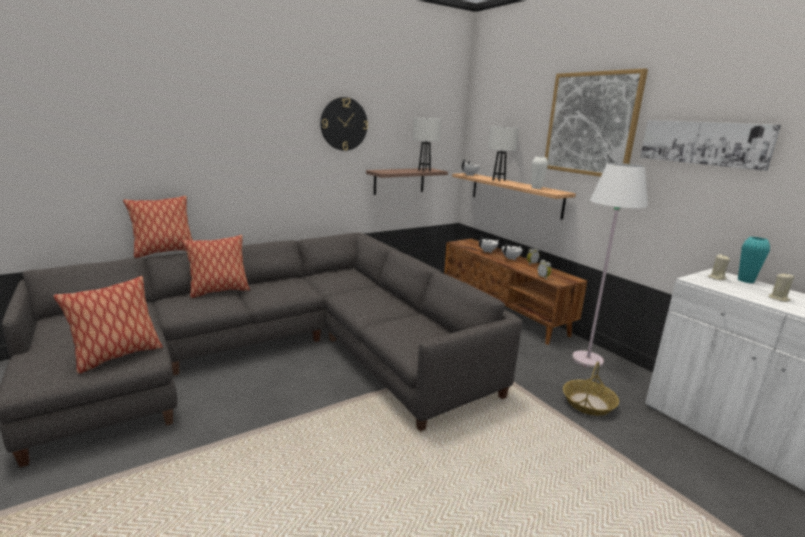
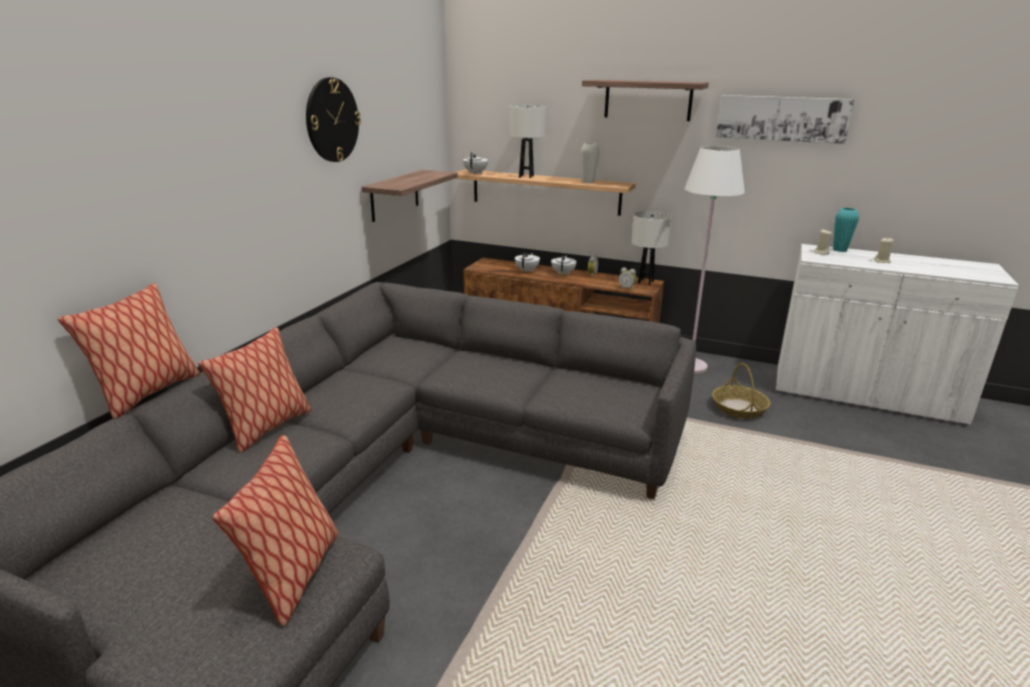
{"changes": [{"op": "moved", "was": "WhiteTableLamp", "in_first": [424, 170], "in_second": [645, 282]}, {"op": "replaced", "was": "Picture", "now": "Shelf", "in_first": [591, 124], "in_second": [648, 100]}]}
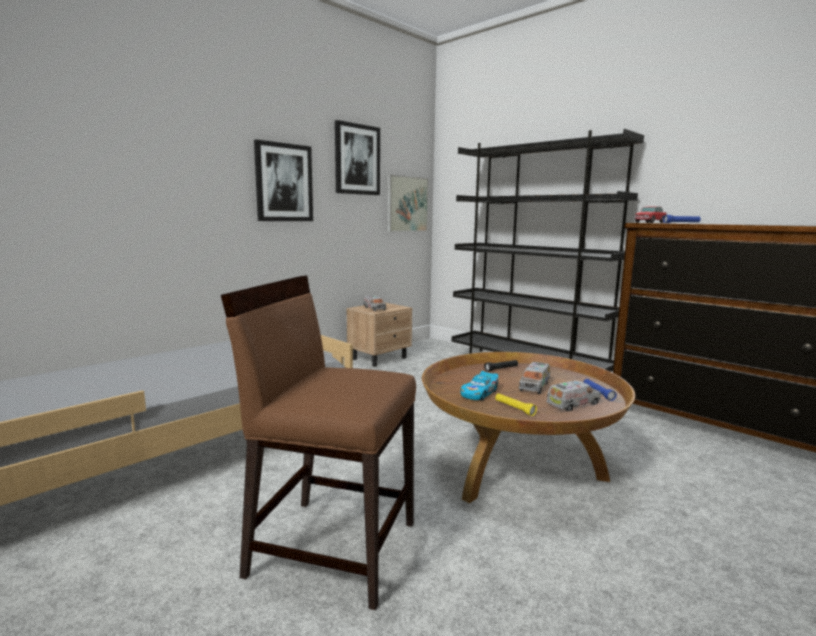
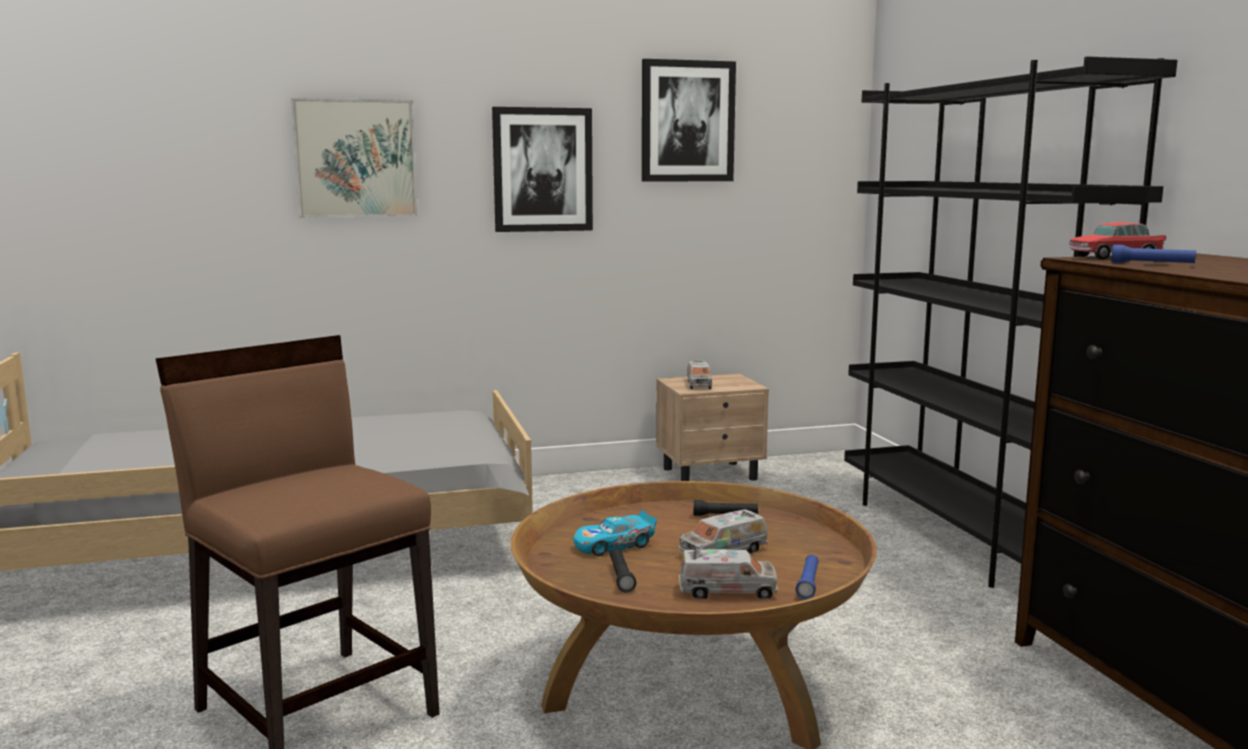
{"changes": [{"op": "moved", "was": "Picture", "in_first": [407, 204], "in_second": [356, 158]}, {"op": "recoloured", "was": "YellowFlashlight", "now": "BlackFlashlight", "in_first": [514, 408], "in_second": [621, 577]}]}
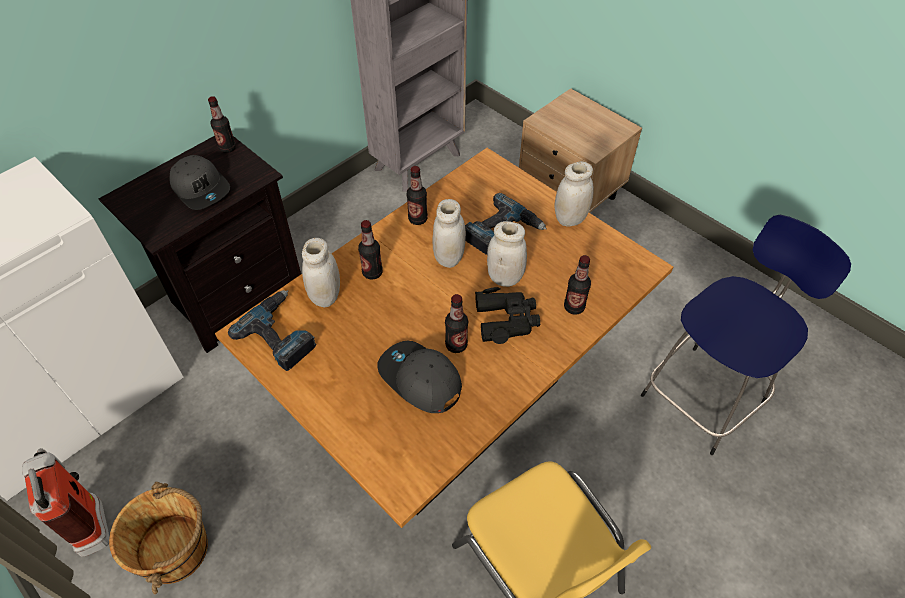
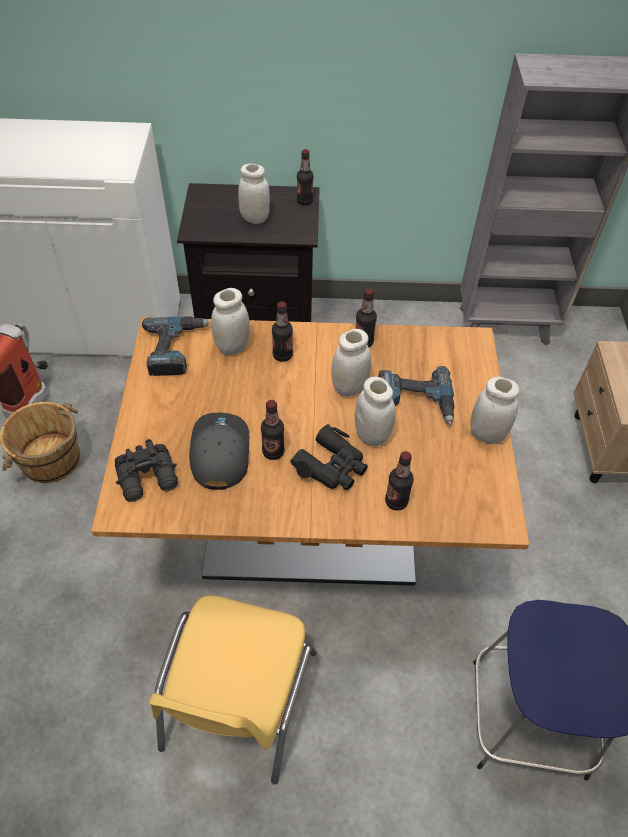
{"changes": [{"op": "replaced", "was": "GreyCap", "now": "WhiteJar", "in_first": [202, 188], "in_second": [255, 218]}, {"op": "added", "now": "BlackBinoculars", "in_second": [149, 478]}]}
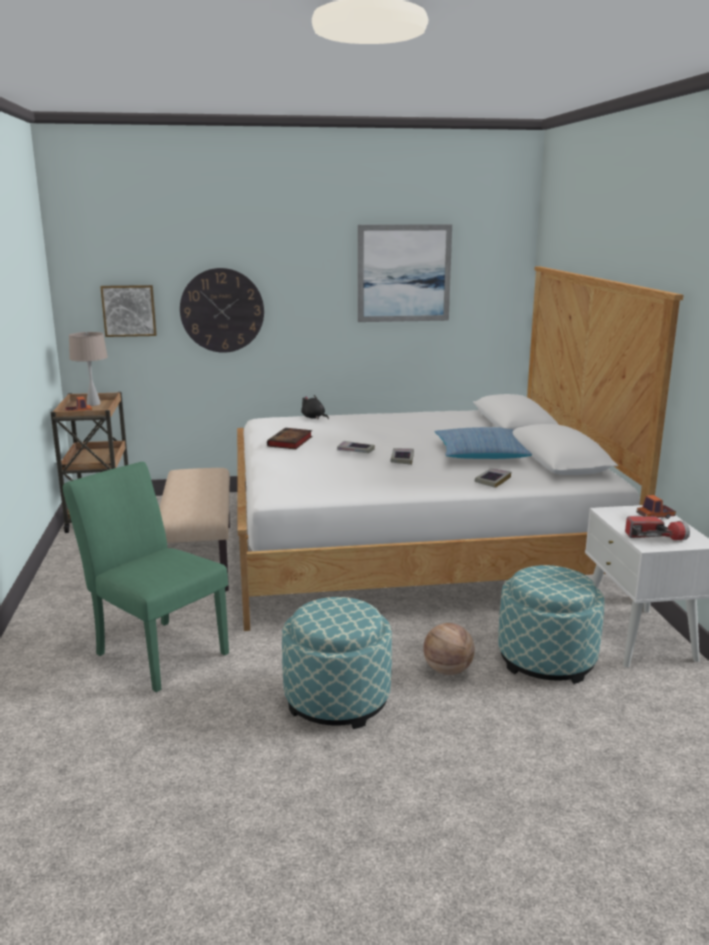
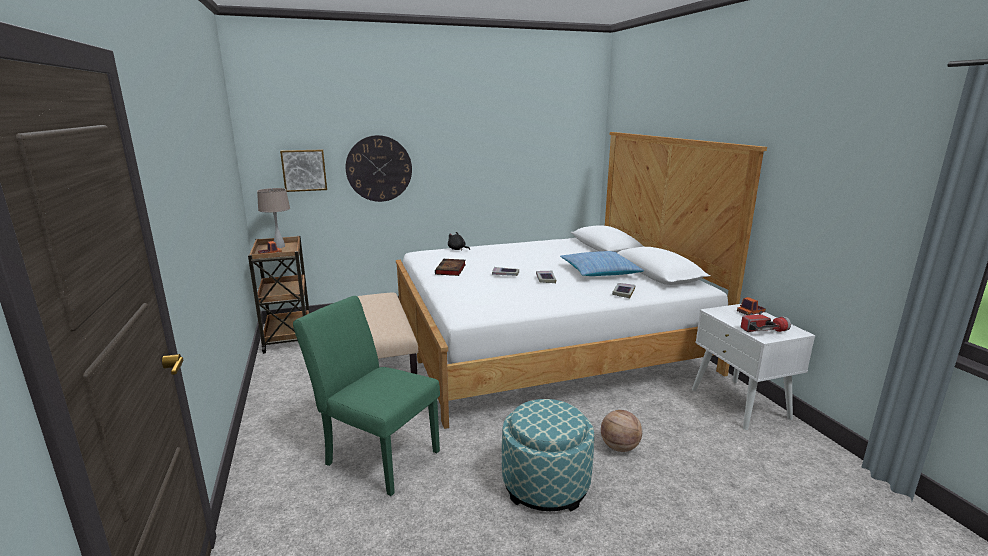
{"changes": [{"op": "removed", "was": "Picture", "in_first": [404, 273]}, {"op": "removed", "was": "Ottoman", "in_first": [546, 659]}]}
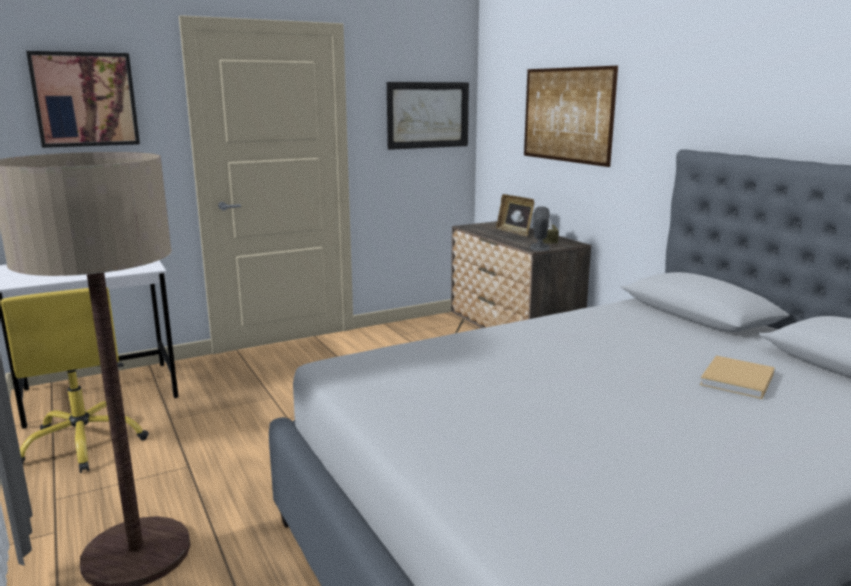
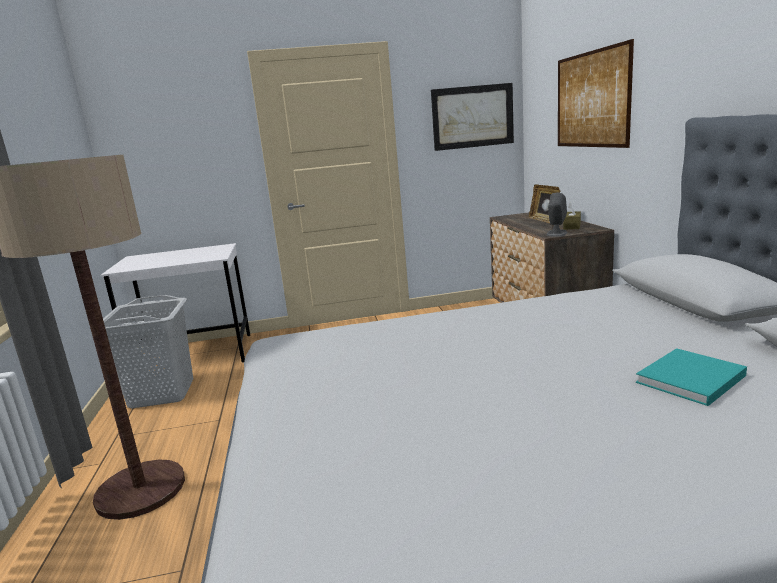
{"changes": [{"op": "replaced", "was": "YellowOfficeChair", "now": "GreyLaundryBasket", "in_first": [84, 443], "in_second": [161, 394]}, {"op": "removed", "was": "Picture", "in_first": [85, 99]}, {"op": "recoloured", "was": "BeigeBook", "now": "TurquoiseBook", "in_first": [736, 380], "in_second": [689, 380]}]}
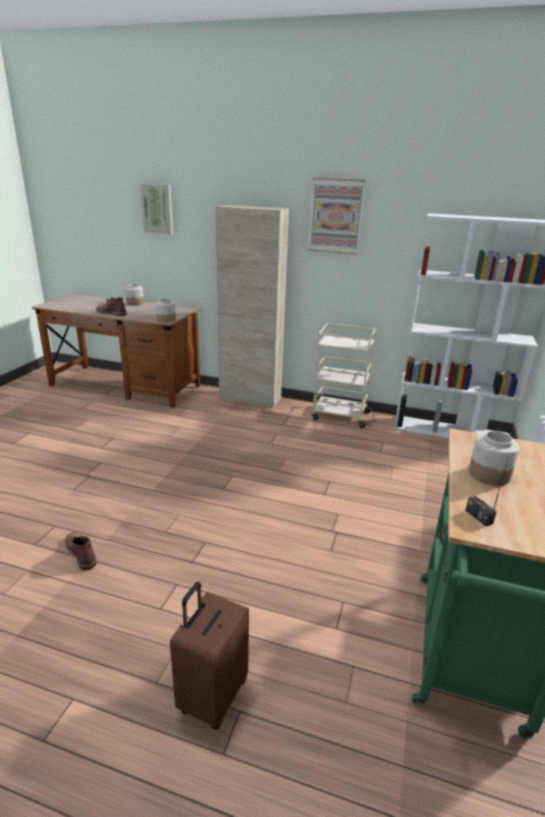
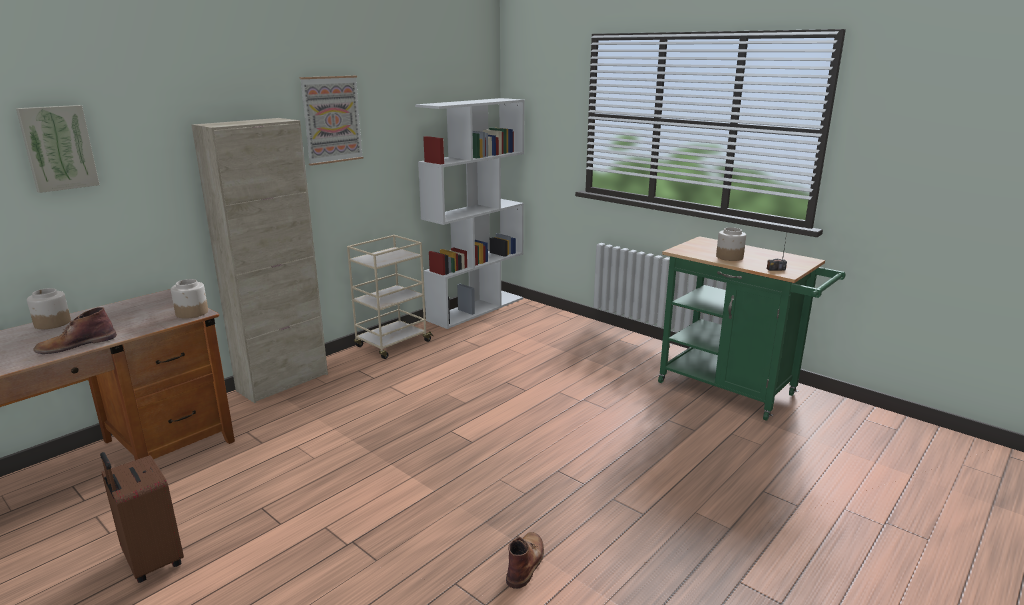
{"changes": [{"op": "turned", "was": "BrownBoot", "in_first": [81, 552], "in_second": [525, 562], "clockwise": 120}, {"op": "moved", "was": "BrownSuitcase", "in_first": [212, 696], "in_second": [151, 561]}]}
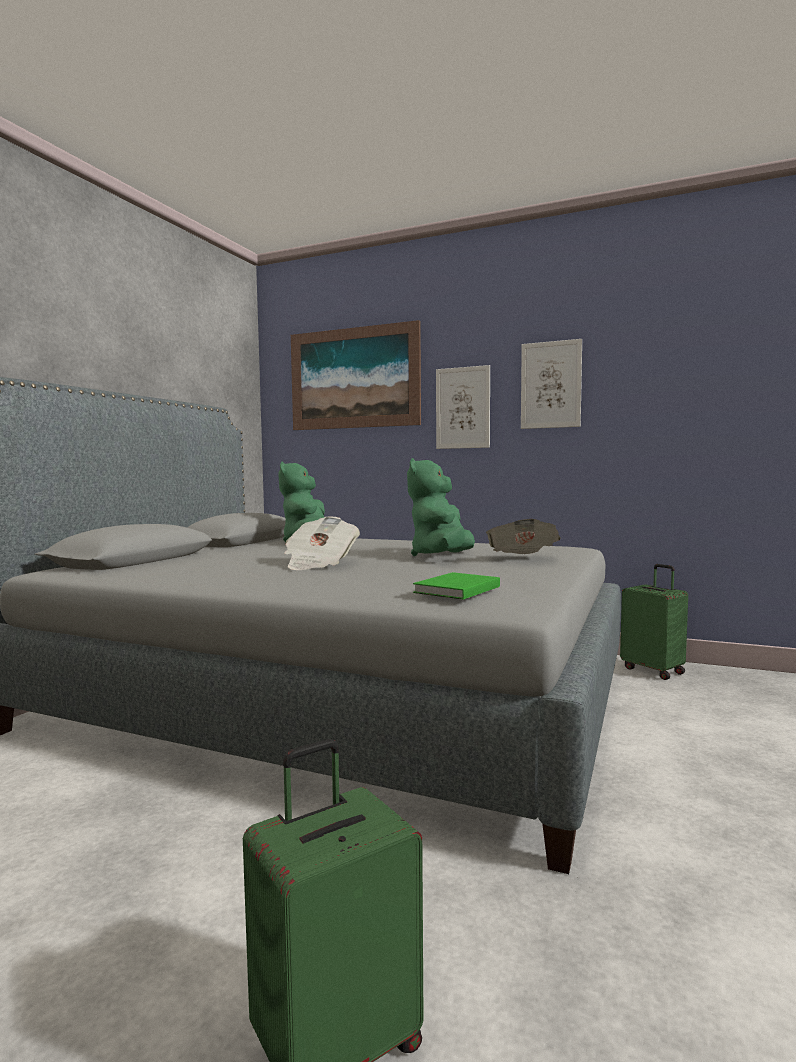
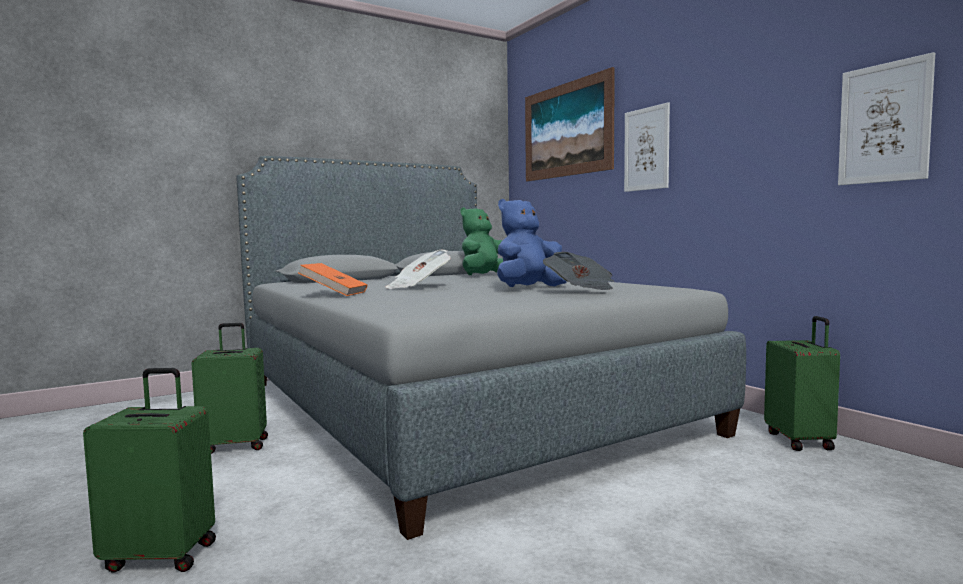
{"changes": [{"op": "recoloured", "was": "GreenPlushToy", "now": "BluePlushToy", "in_first": [441, 557], "in_second": [529, 288]}, {"op": "removed", "was": "GreenBook", "in_first": [455, 590]}, {"op": "moved", "was": "Picture", "in_first": [551, 385], "in_second": [884, 123]}, {"op": "added", "now": "GreenSuitcase", "in_second": [235, 445]}, {"op": "added", "now": "OrangeBook", "in_second": [334, 294]}]}
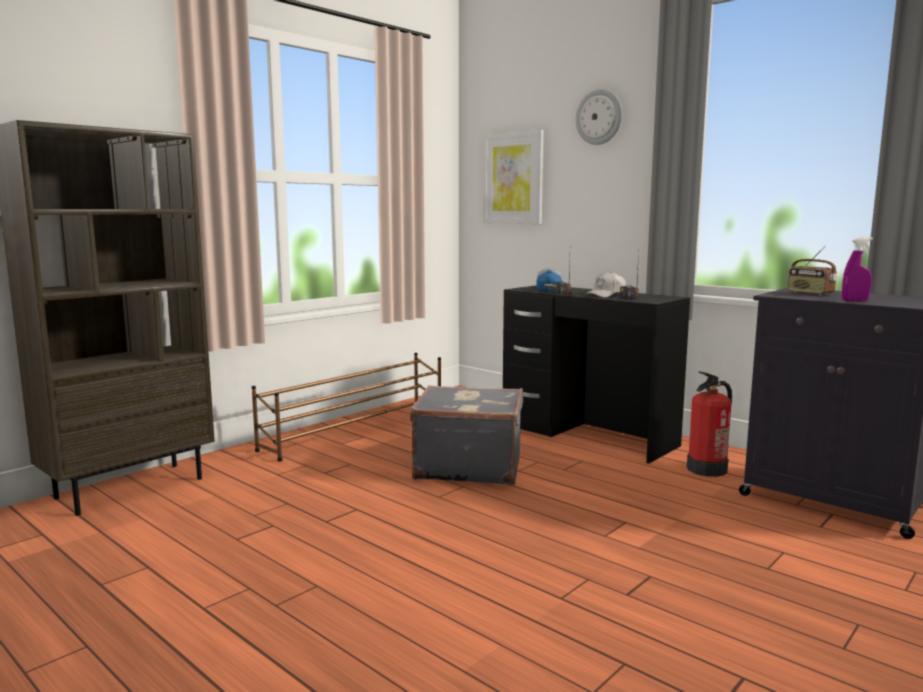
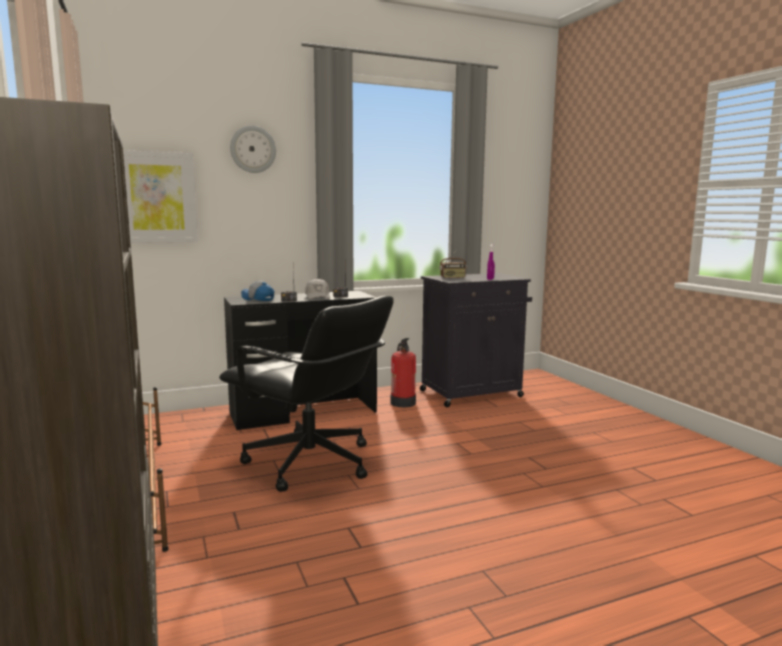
{"changes": [{"op": "replaced", "was": "GreySuitcase", "now": "BlackOfficeChair", "in_first": [468, 466], "in_second": [310, 464]}]}
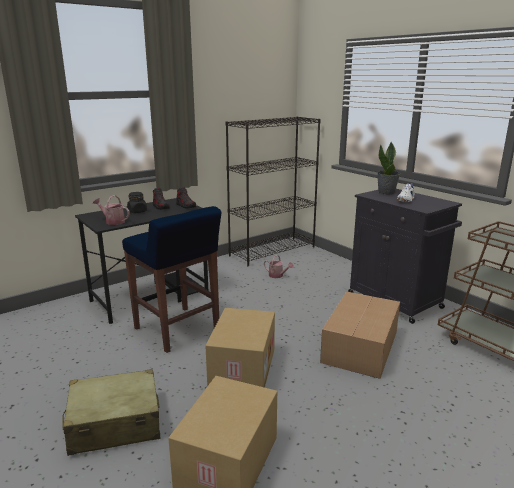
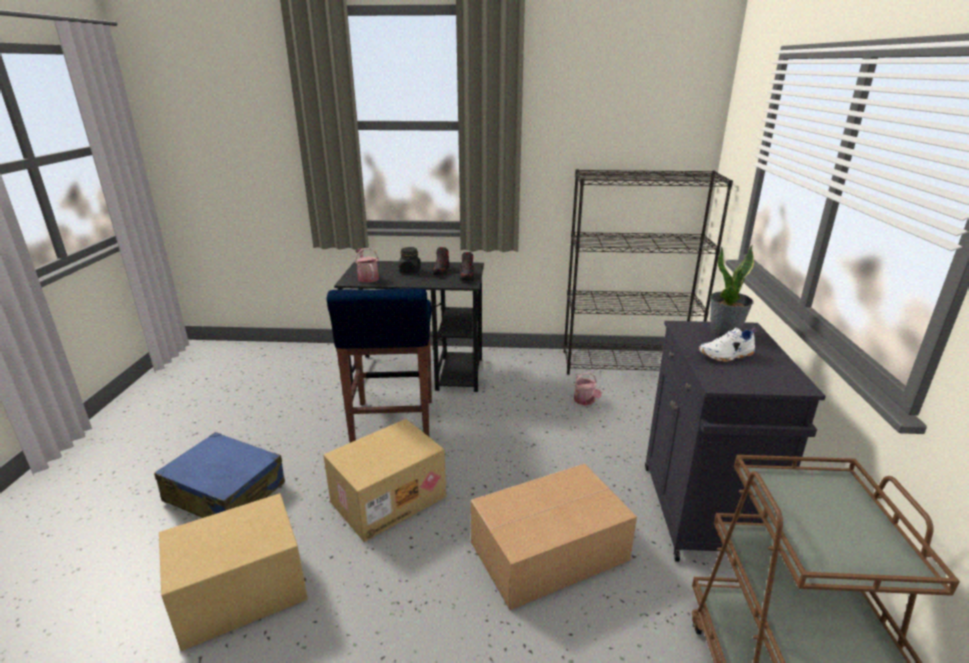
{"changes": [{"op": "recoloured", "was": "BeigeSuitcase", "now": "BlueSuitcase", "in_first": [114, 423], "in_second": [225, 492]}]}
